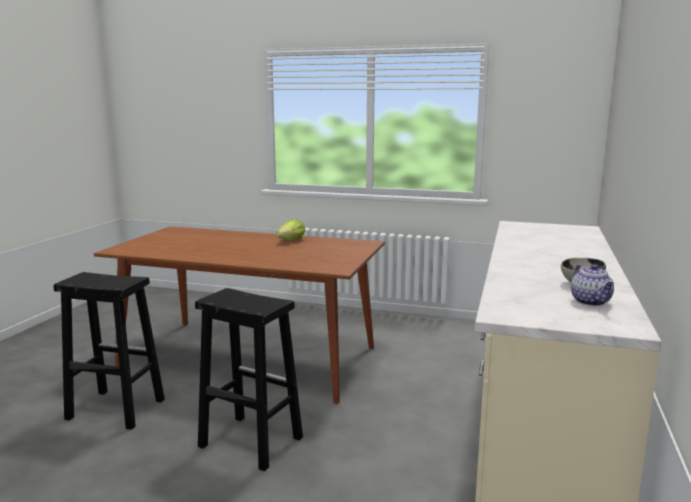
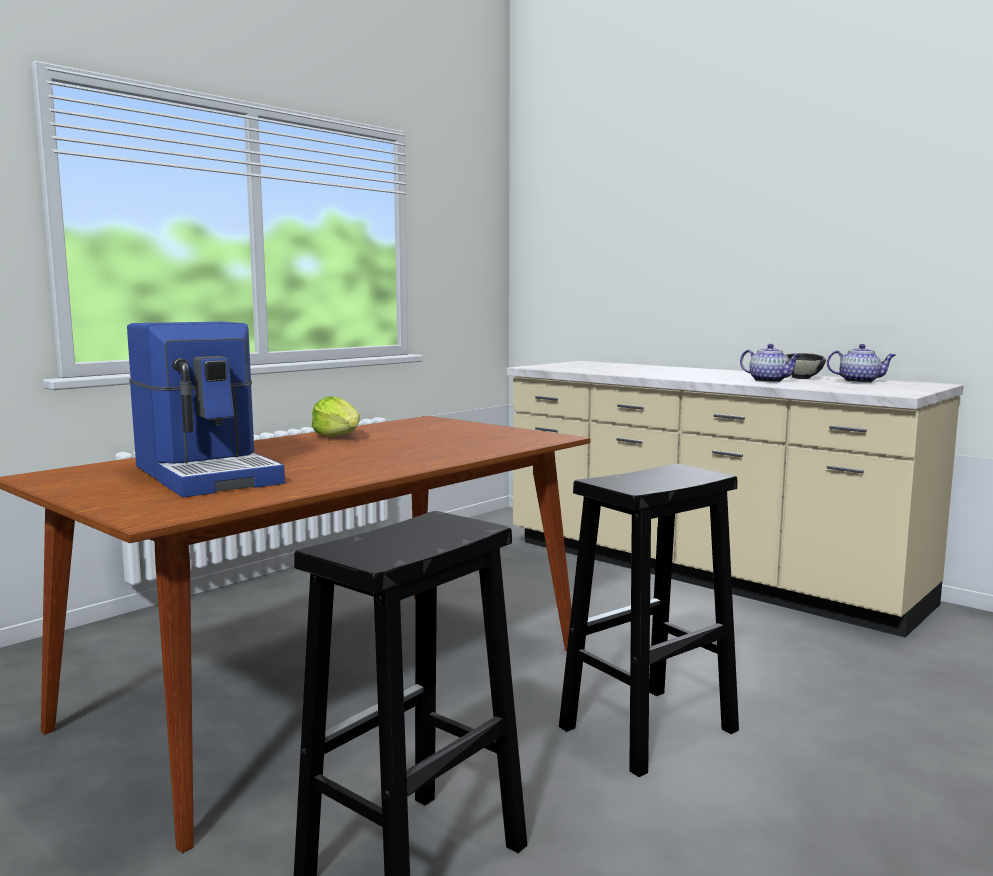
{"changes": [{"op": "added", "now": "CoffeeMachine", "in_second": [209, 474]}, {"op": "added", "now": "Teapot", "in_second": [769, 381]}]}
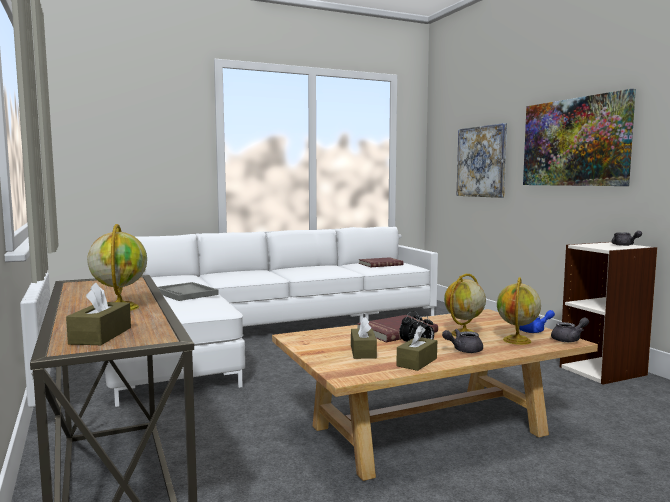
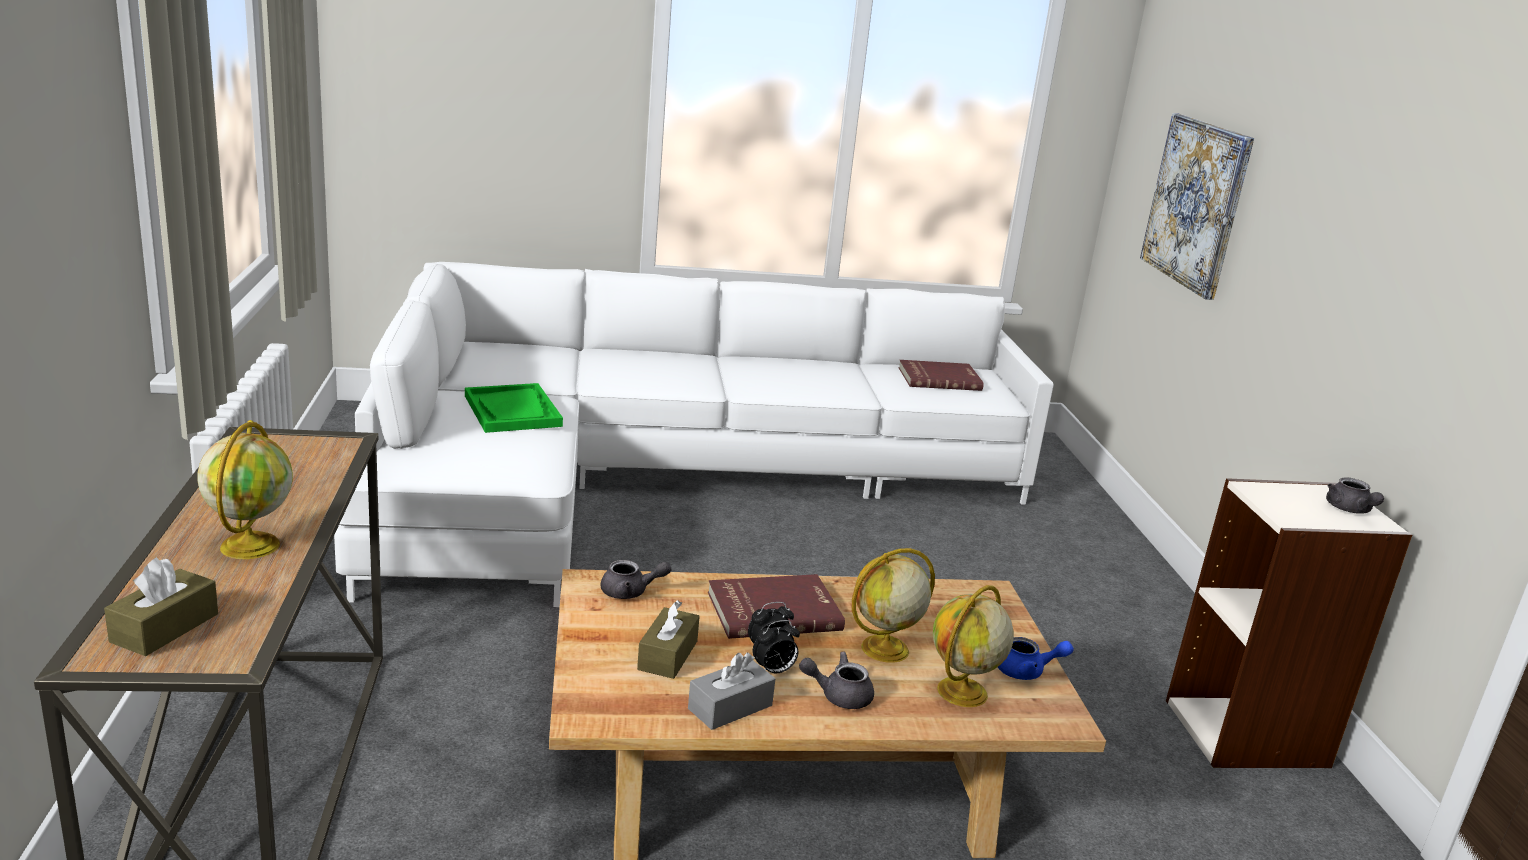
{"changes": [{"op": "recoloured", "was": "GreyTray", "now": "GreenTray", "in_first": [186, 293], "in_second": [513, 411]}, {"op": "recoloured", "was": "BrownTissueBox", "now": "GreyTissueBox", "in_first": [417, 362], "in_second": [730, 707]}, {"op": "removed", "was": "Picture", "in_first": [574, 142]}, {"op": "moved", "was": "GreyTeapot", "in_first": [569, 339], "in_second": [630, 592]}]}
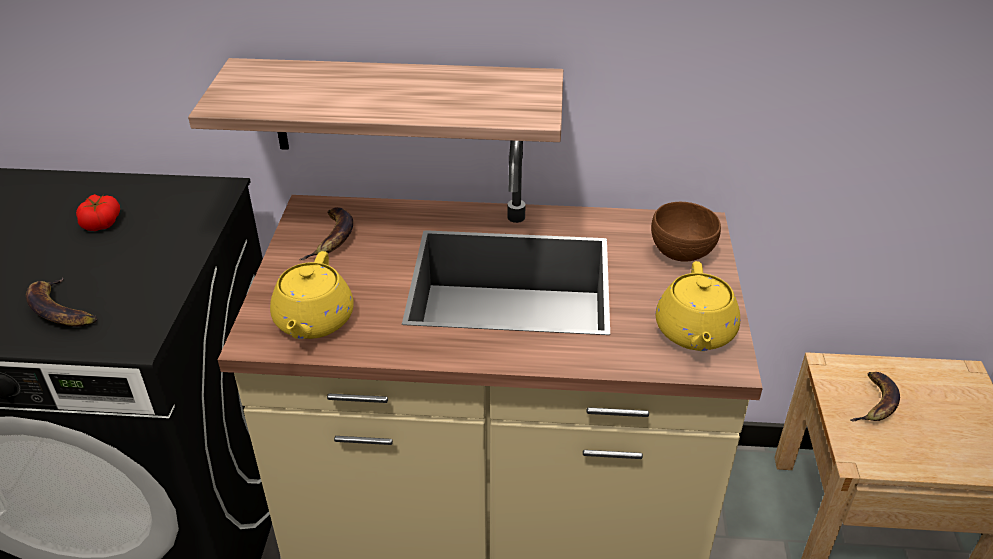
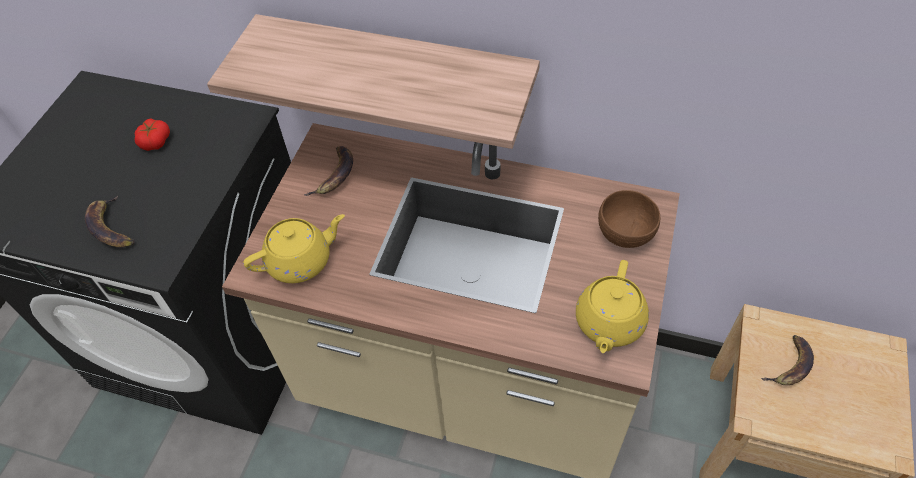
{"changes": [{"op": "turned", "was": "YellowTeapot", "in_first": [313, 321], "in_second": [301, 261], "clockwise": -135}]}
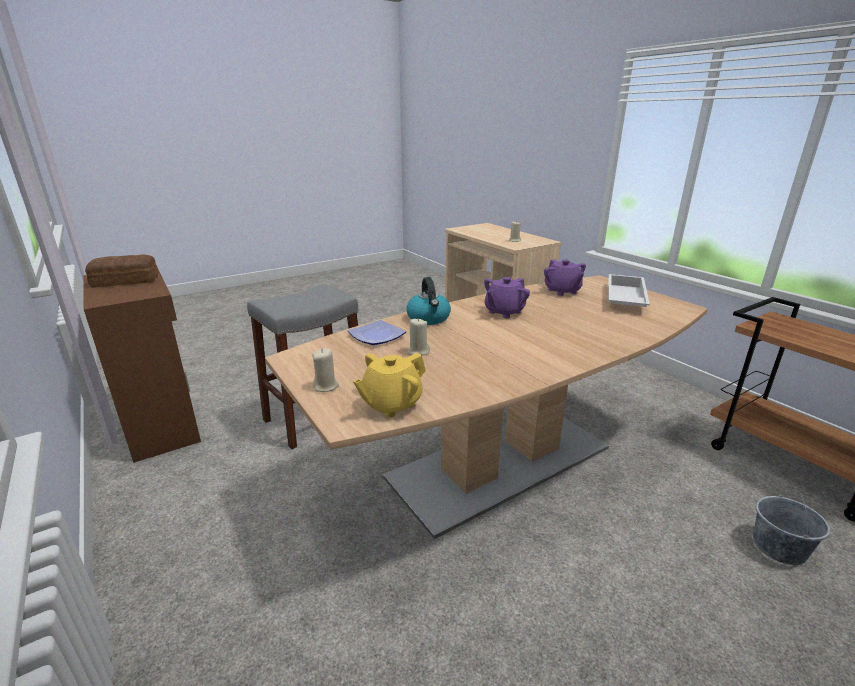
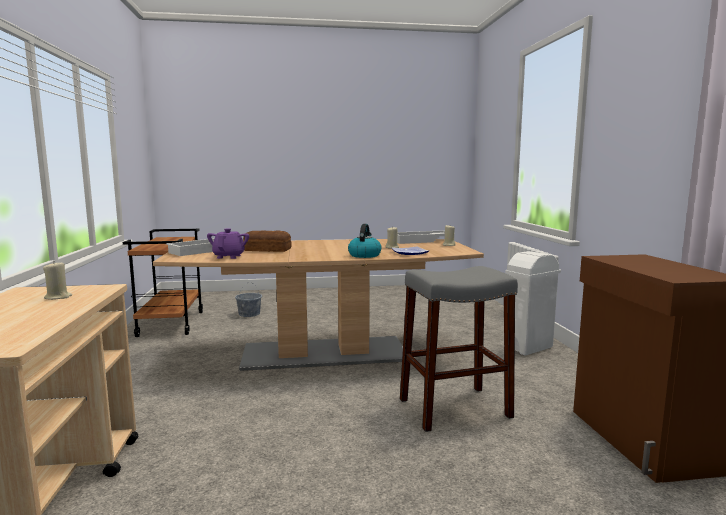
{"changes": [{"op": "moved", "was": "Bread", "in_first": [126, 281], "in_second": [267, 249]}, {"op": "replaced", "was": "YellowTeapot", "now": "WhiteTray", "in_first": [391, 404], "in_second": [421, 241]}, {"op": "removed", "was": "PurpleTeapot", "in_first": [504, 312]}, {"op": "added", "now": "WhiteTrashCan", "in_second": [529, 347]}]}
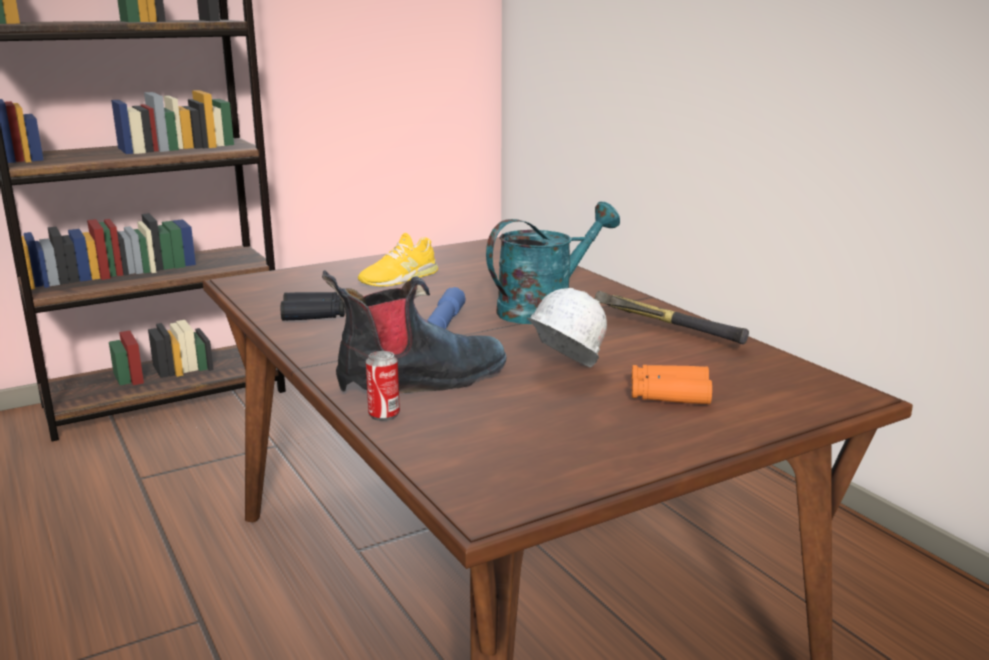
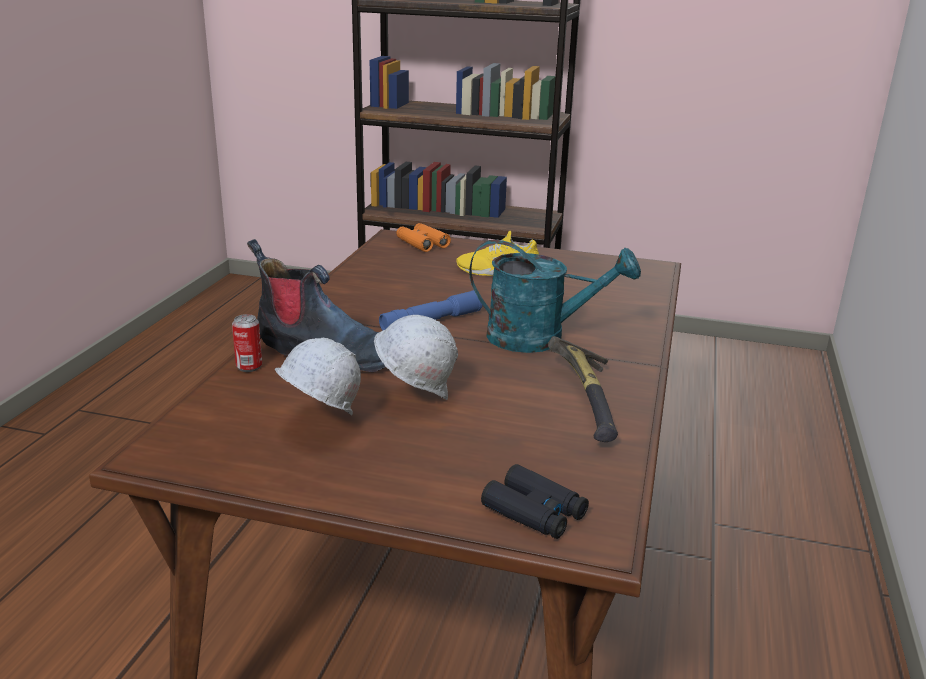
{"changes": [{"op": "moved", "was": "BlackBinoculars", "in_first": [315, 314], "in_second": [534, 512]}, {"op": "moved", "was": "OrangeBinoculars", "in_first": [669, 394], "in_second": [422, 243]}, {"op": "added", "now": "WhiteHardHat", "in_second": [318, 424]}]}
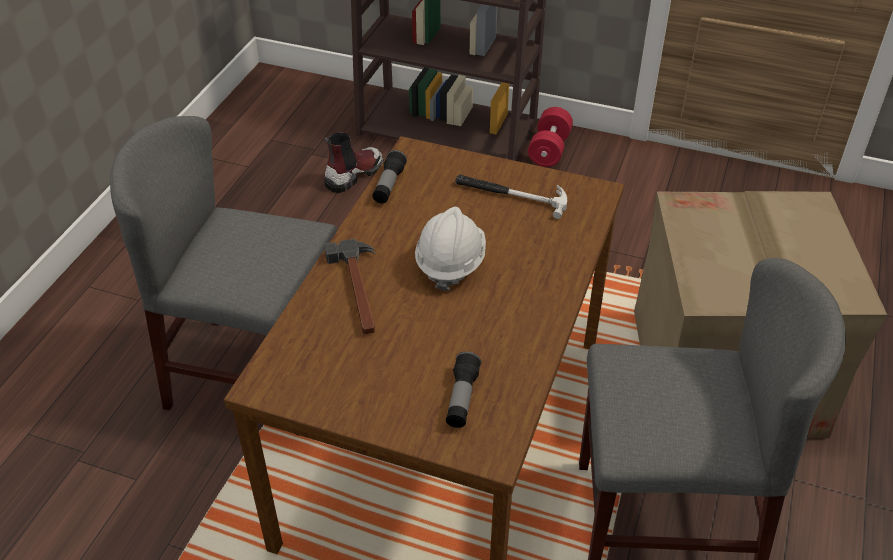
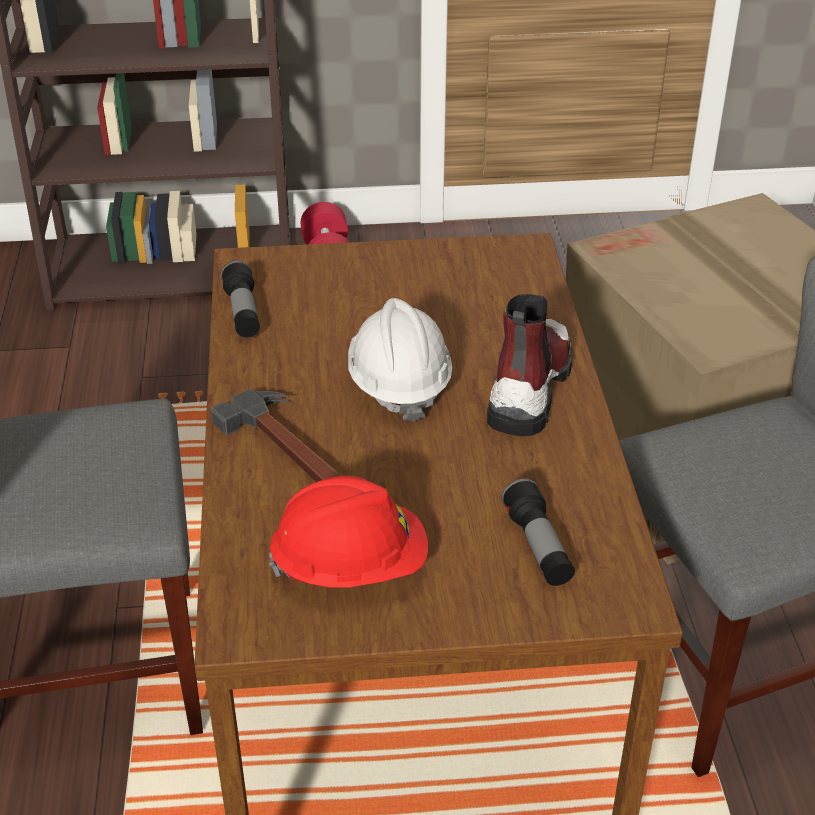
{"changes": [{"op": "moved", "was": "Boot", "in_first": [353, 175], "in_second": [528, 388]}, {"op": "removed", "was": "Hammer", "in_first": [511, 195]}, {"op": "added", "now": "RedHardHat", "in_second": [350, 566]}]}
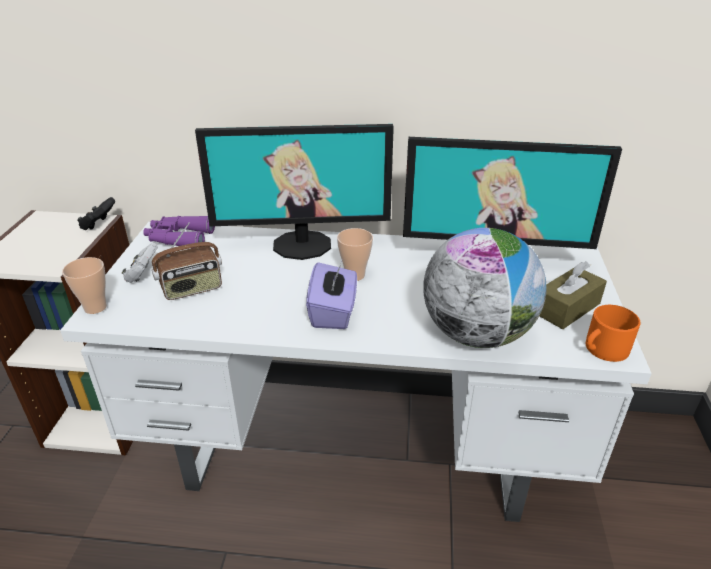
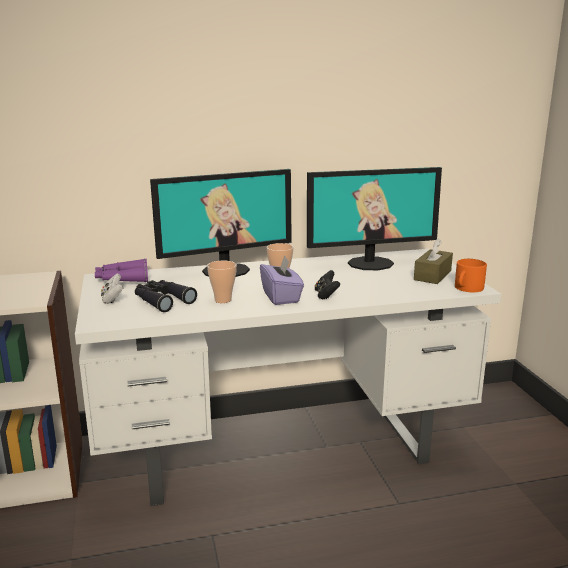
{"changes": [{"op": "moved", "was": "Cup", "in_first": [95, 307], "in_second": [223, 300]}, {"op": "moved", "was": "BlackGameController", "in_first": [99, 224], "in_second": [326, 295]}, {"op": "replaced", "was": "Radio", "now": "BlackBinoculars", "in_first": [192, 289], "in_second": [162, 301]}, {"op": "removed", "was": "Globe", "in_first": [476, 334]}]}
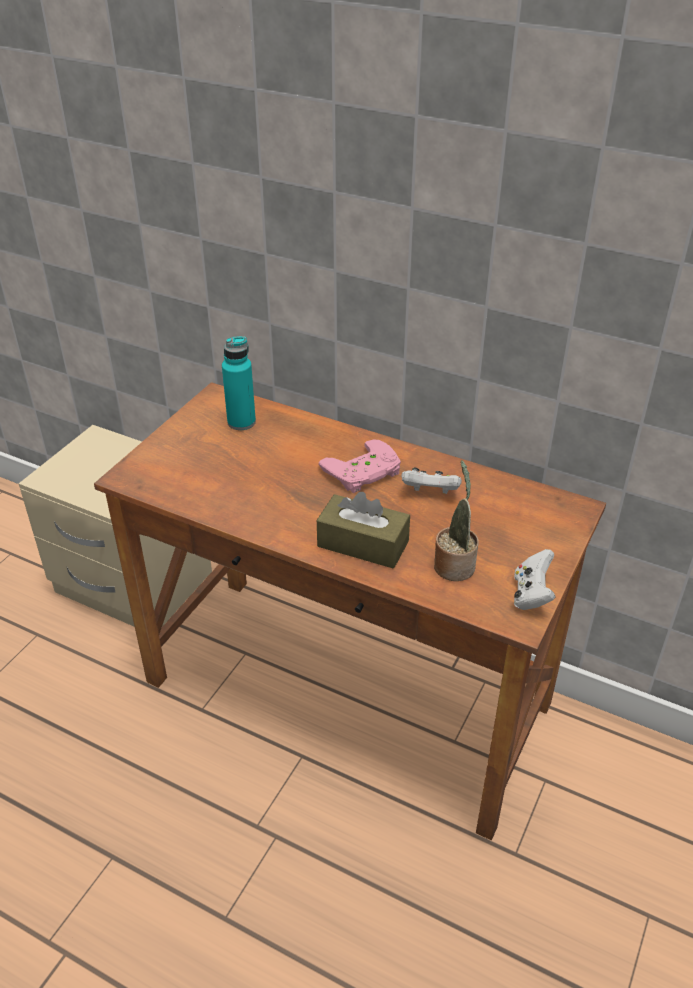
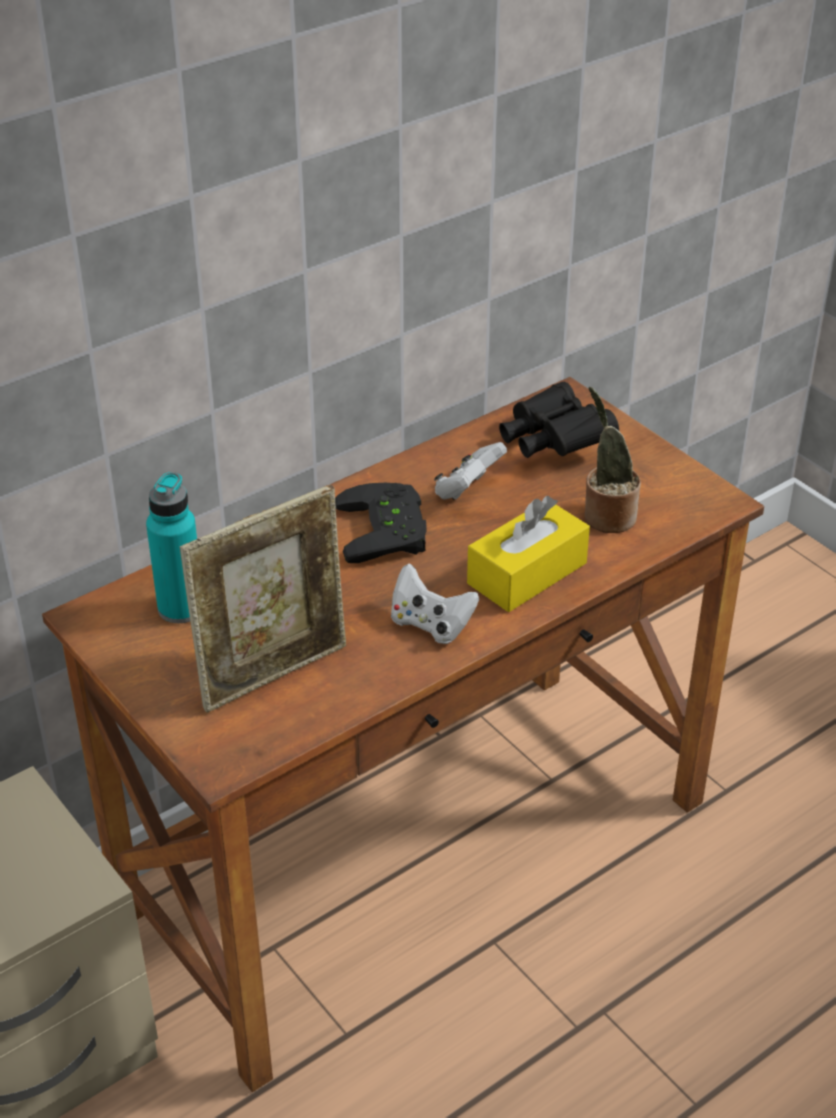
{"changes": [{"op": "recoloured", "was": "BrownTissueBox", "now": "YellowTissueBox", "in_first": [363, 544], "in_second": [527, 573]}, {"op": "recoloured", "was": "PinkGameController", "now": "BlackGameController", "in_first": [364, 473], "in_second": [389, 530]}, {"op": "moved", "was": "WhiteGameController", "in_first": [531, 594], "in_second": [430, 625]}, {"op": "added", "now": "PictureFrame", "in_second": [274, 672]}, {"op": "added", "now": "BlackBinoculars", "in_second": [553, 442]}]}
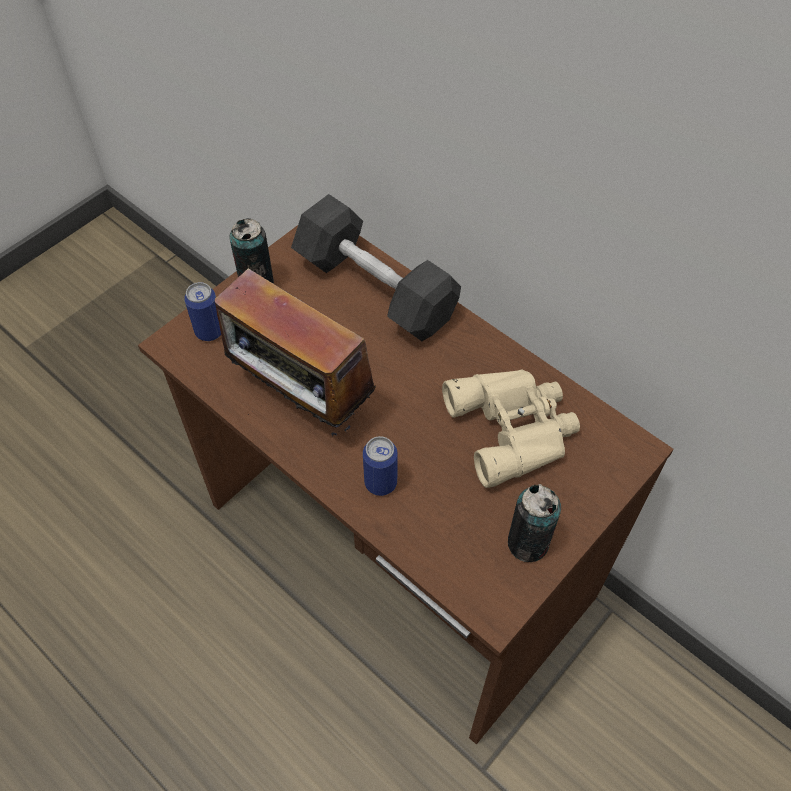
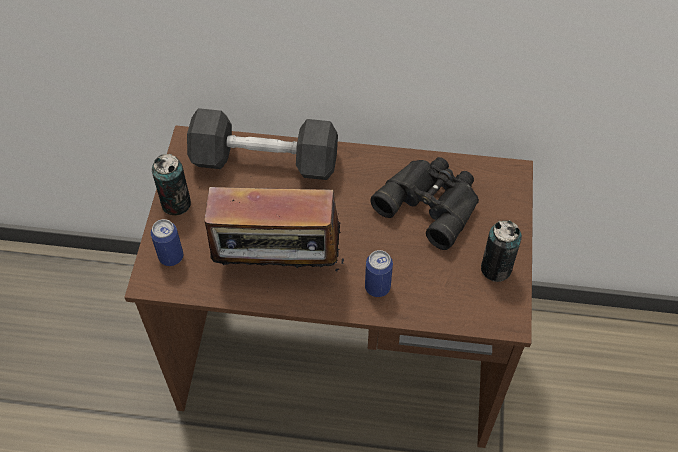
{"changes": [{"op": "recoloured", "was": "BeigeBinoculars", "now": "BlackBinoculars", "in_first": [514, 427], "in_second": [431, 202]}]}
